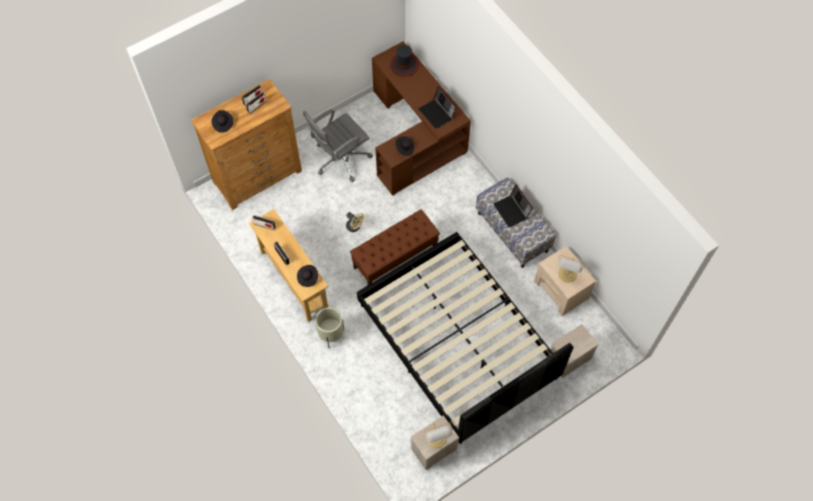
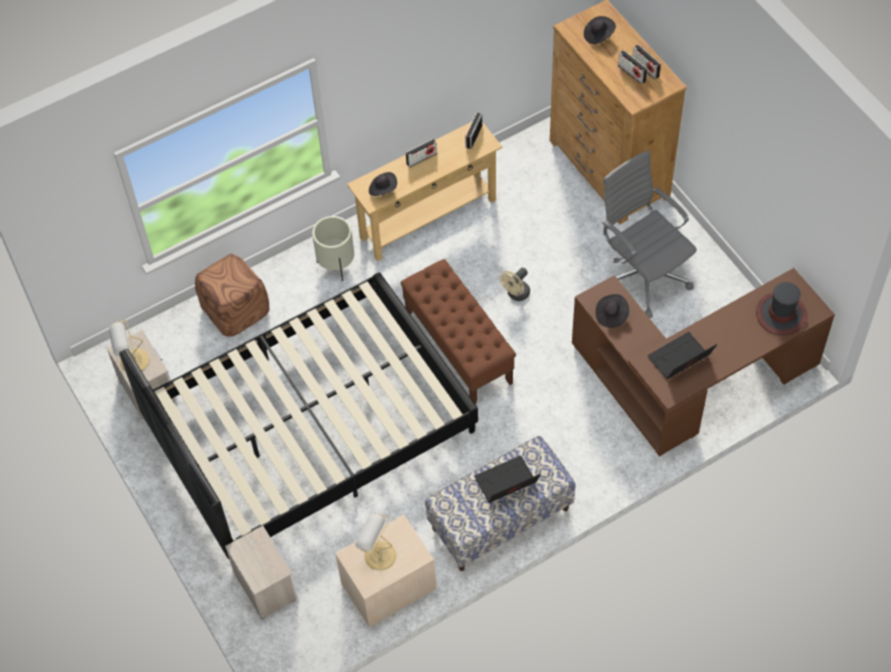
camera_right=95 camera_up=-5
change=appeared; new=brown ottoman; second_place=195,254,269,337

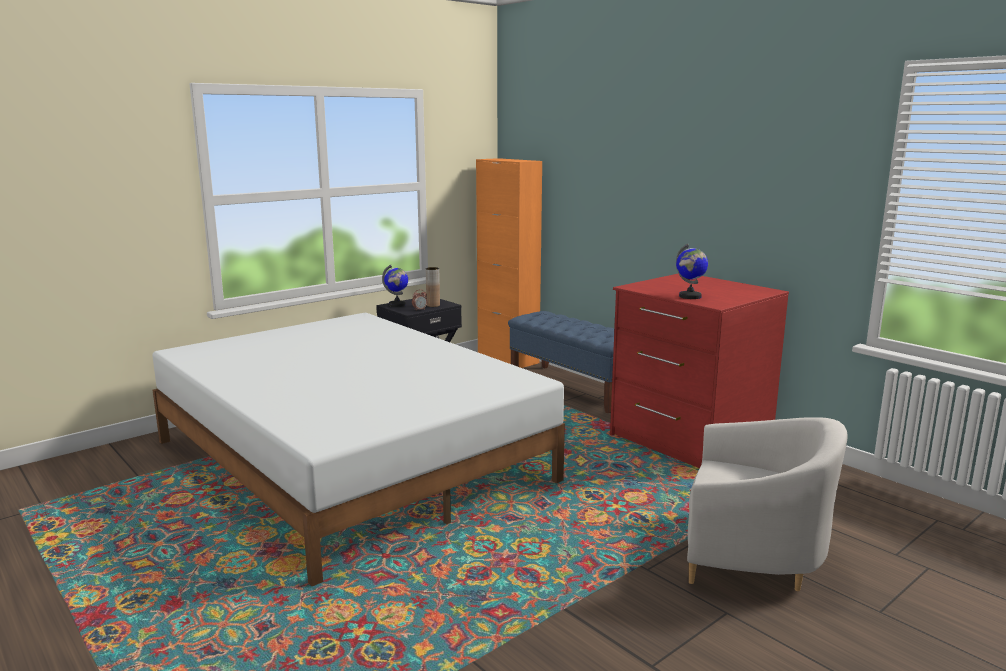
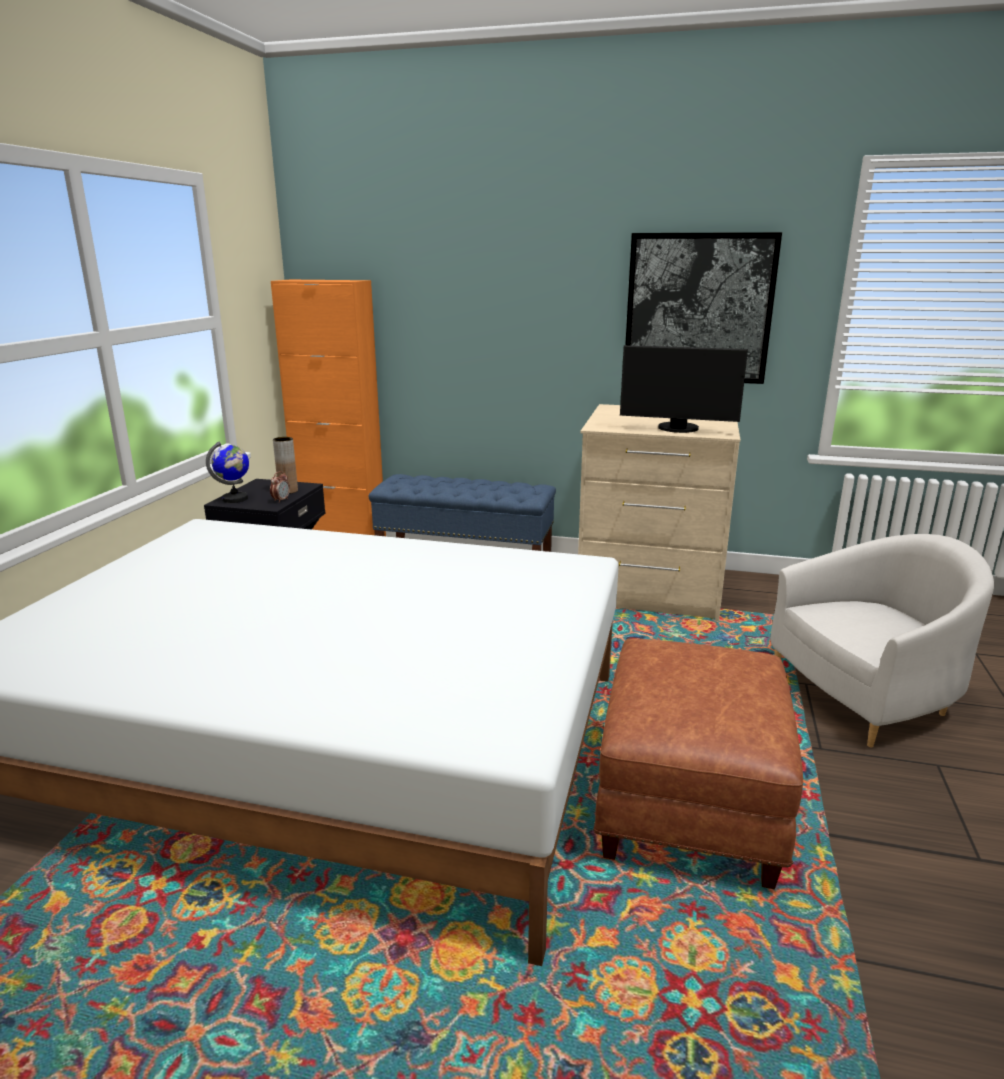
camera_right=-35 camera_up=5
change=colour; old=red dresser; new=beige dresser; first_place=610,274,789,468; second_place=578,404,740,621
change=exchanged; old=globe; new=monitor; first_place=676,244,708,299; second_place=620,345,748,433
change=appeared; new=brown ottoman; second_place=593,638,803,889
change=appeared; new=picture; second_place=625,232,782,384

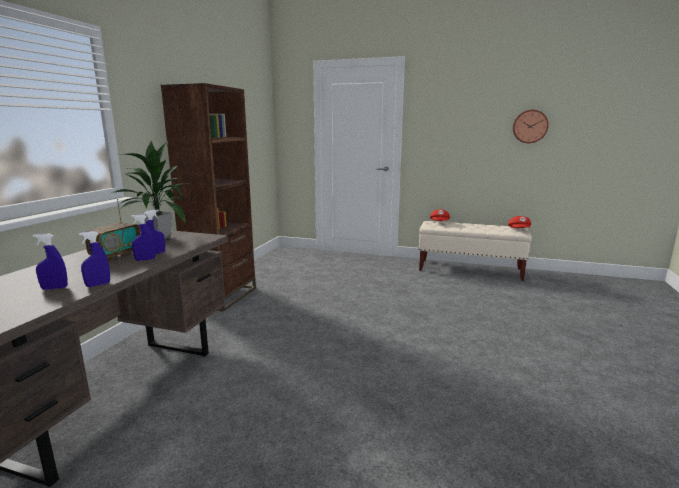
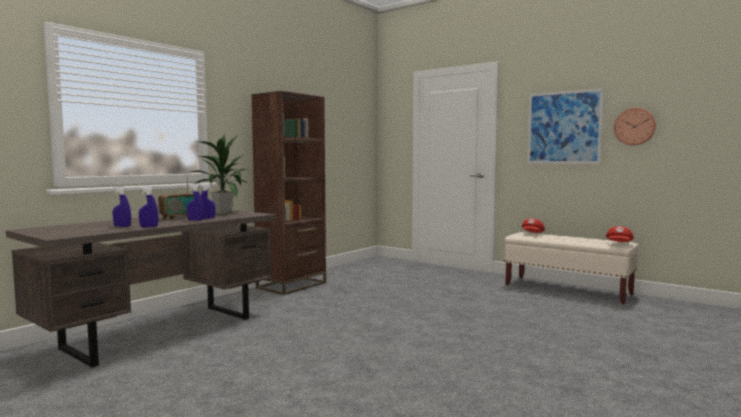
camera_right=20 camera_up=-10
change=appeared; new=picture; second_place=527,88,604,164

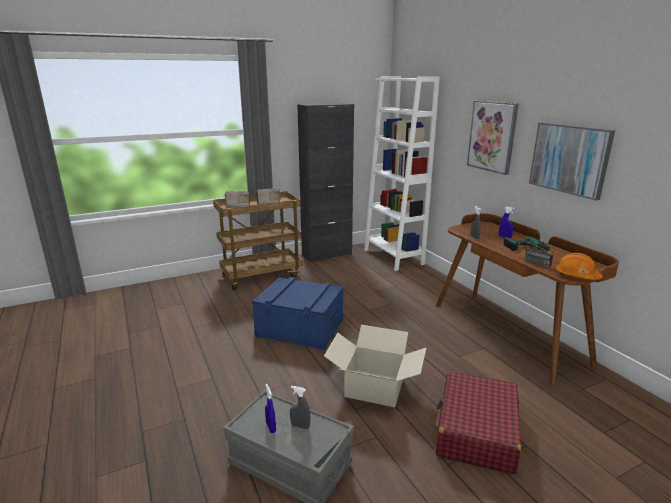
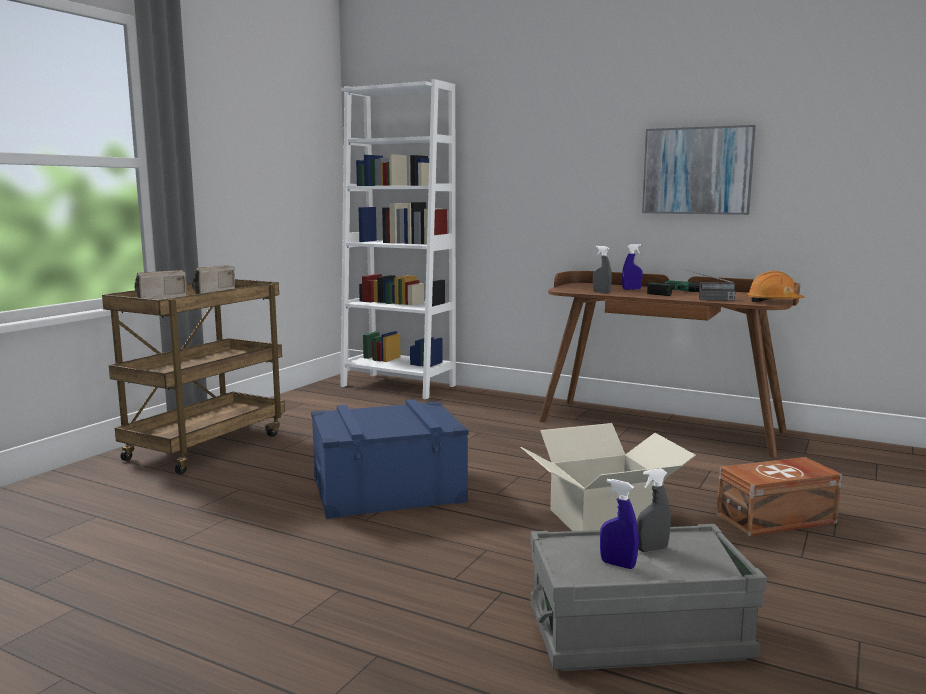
camera_right=-35 camera_up=-10
change=missing; old=black cabinet; first_place=297,103,354,262
change=exchanged; old=red suitcase; new=brown storage box; first_place=435,371,521,475; second_place=716,457,842,536
change=missing; old=picture; first_place=467,100,519,175

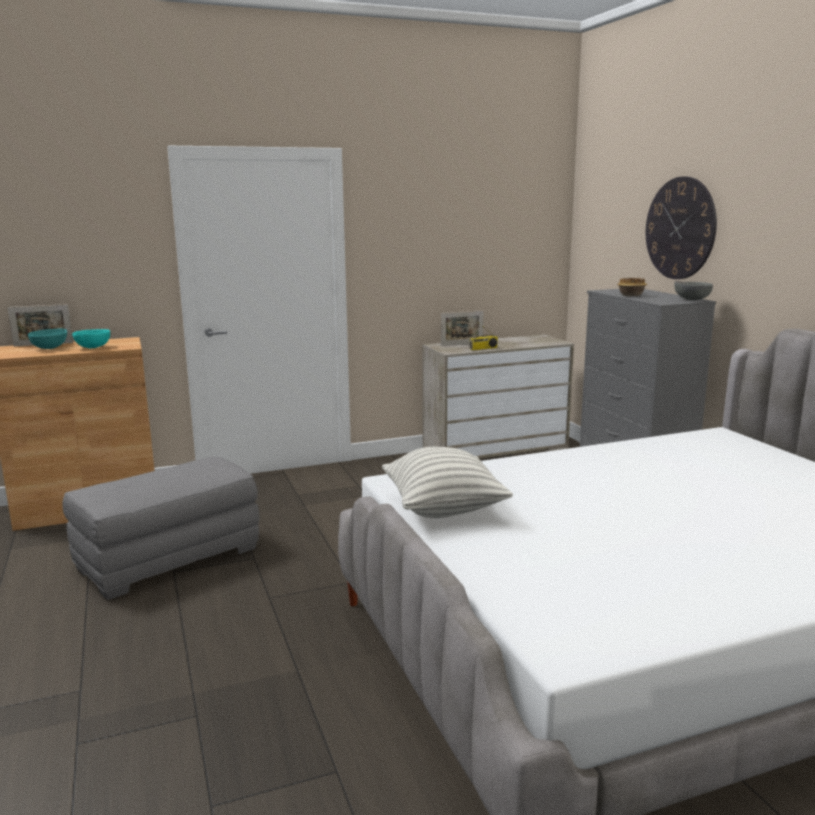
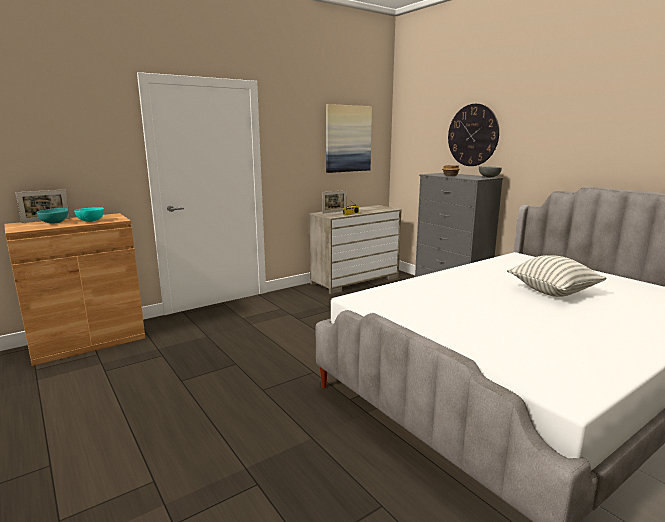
camera_right=-15 camera_up=0
change=missing; old=grey ottoman; first_place=62,457,260,600
change=relocated; old=pillow; first_place=382,447,513,518; second_place=507,255,607,297
change=appeared; new=picture; second_place=326,104,372,173

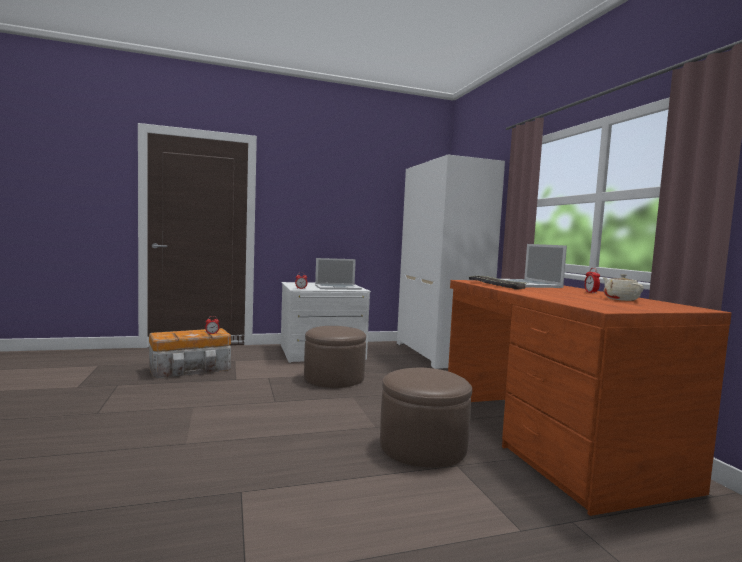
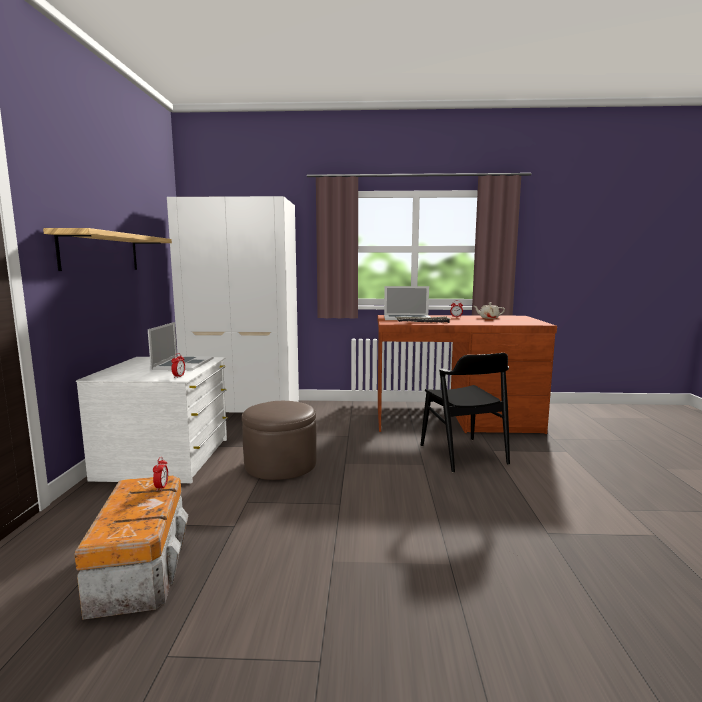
camera_right=-70 camera_up=5
change=exchanged; old=brown ottoman; new=black chair; first_place=380,368,472,468; second_place=421,353,510,473
change=appeared; new=shelf; second_place=43,228,172,271

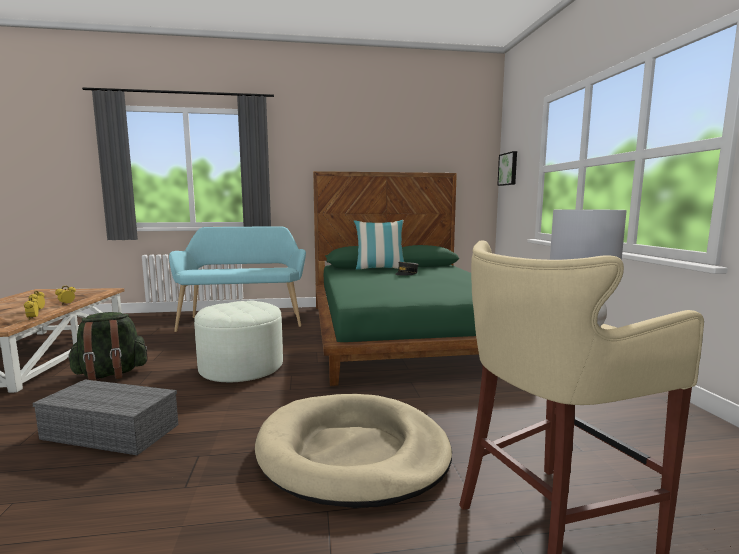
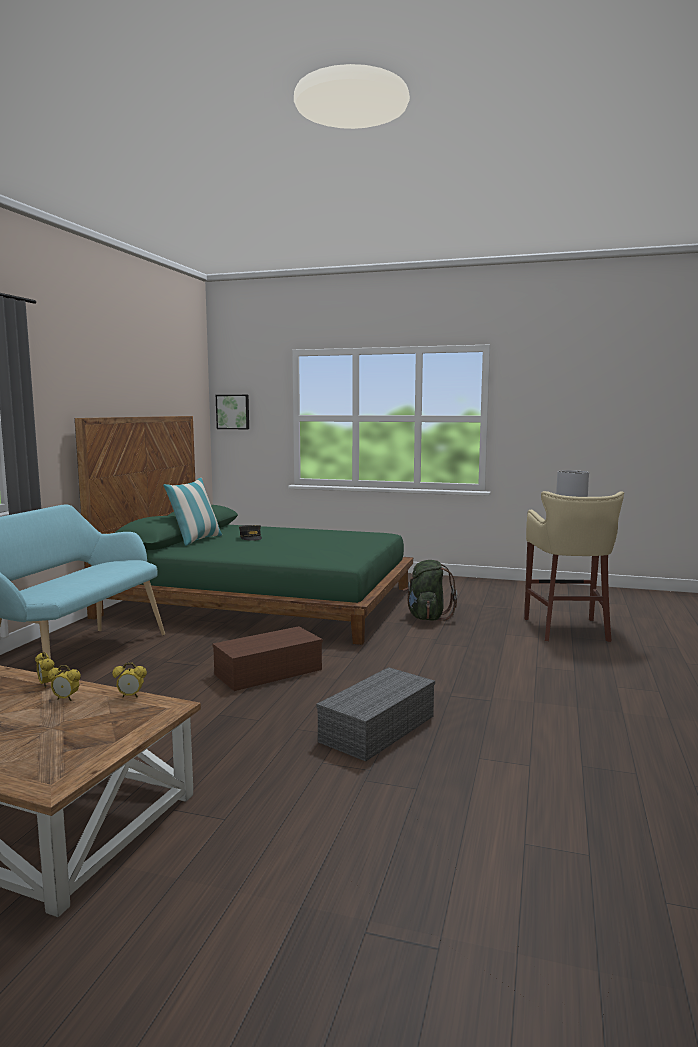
camera_right=-65 camera_up=0
change=relocated; old=green backpack; first_place=67,312,148,381; second_place=403,560,457,621
change=exchanged; old=white ottoman; new=brown storage box; first_place=194,300,283,383; second_place=212,626,323,691
change=missing; old=beige dog bed; first_place=255,394,452,508

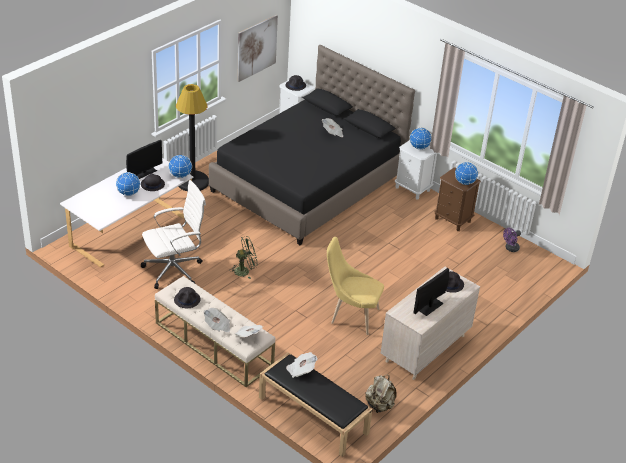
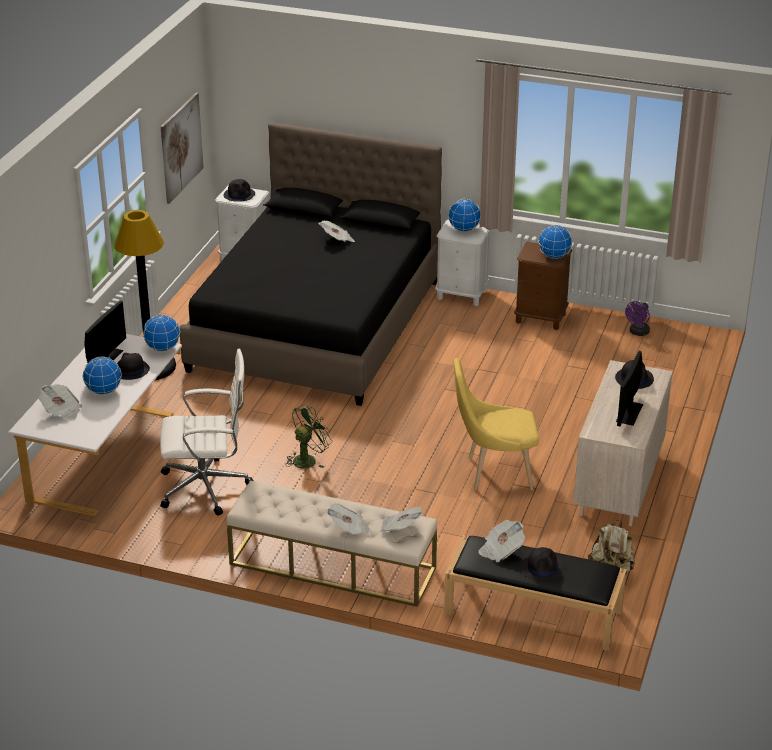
camera_right=-20 camera_up=-5
change=spun; old=white office chair; first_place=141,180,206,289; second_place=160,349,254,515; degrees=45
change=relocated; old=black hat; first_place=174,287,201,308; second_place=521,547,564,582
change=appeared; new=newspaper; second_place=39,384,82,421

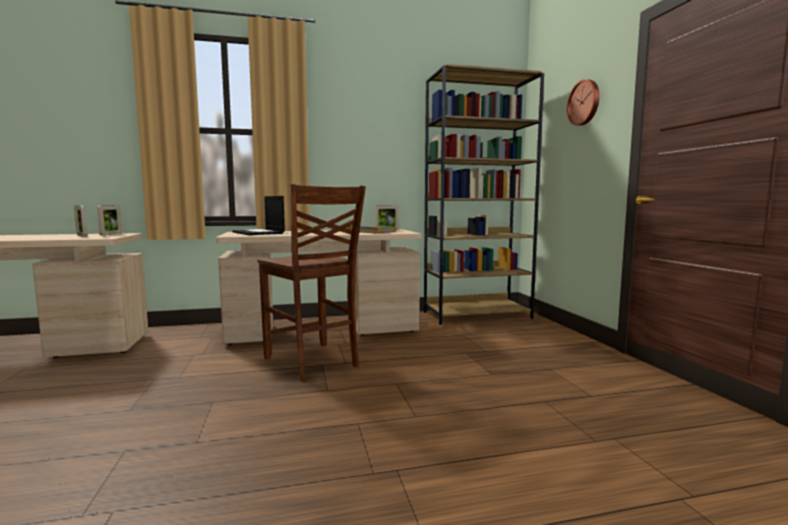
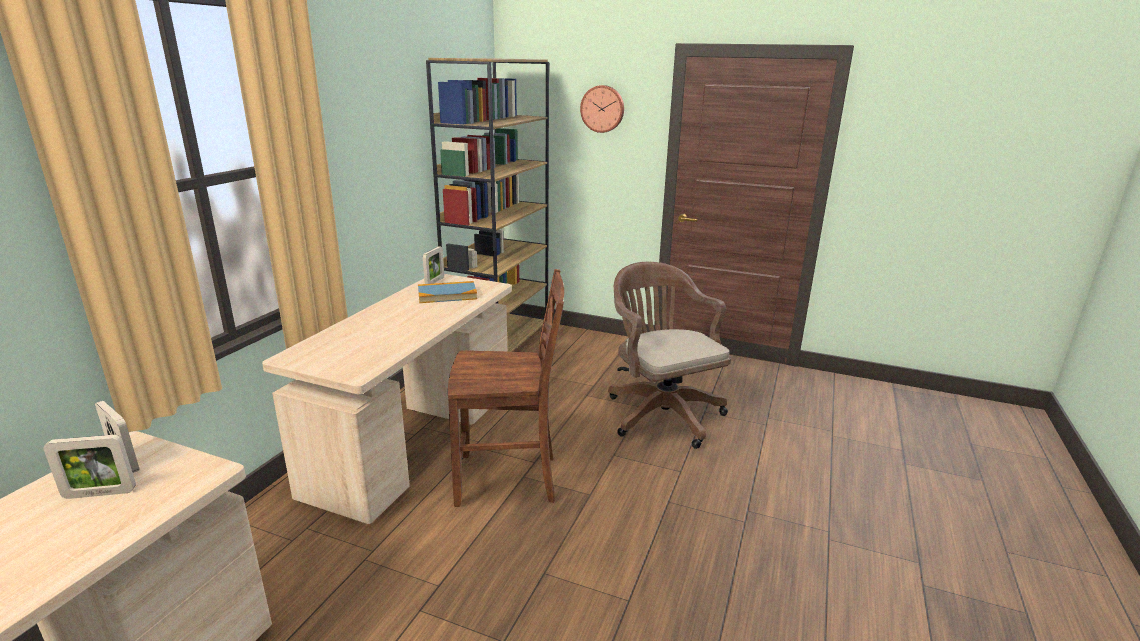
camera_right=-55 camera_up=15
change=missing; old=laptop; first_place=232,196,285,235
change=appeared; new=brown office chair; second_place=608,262,731,449

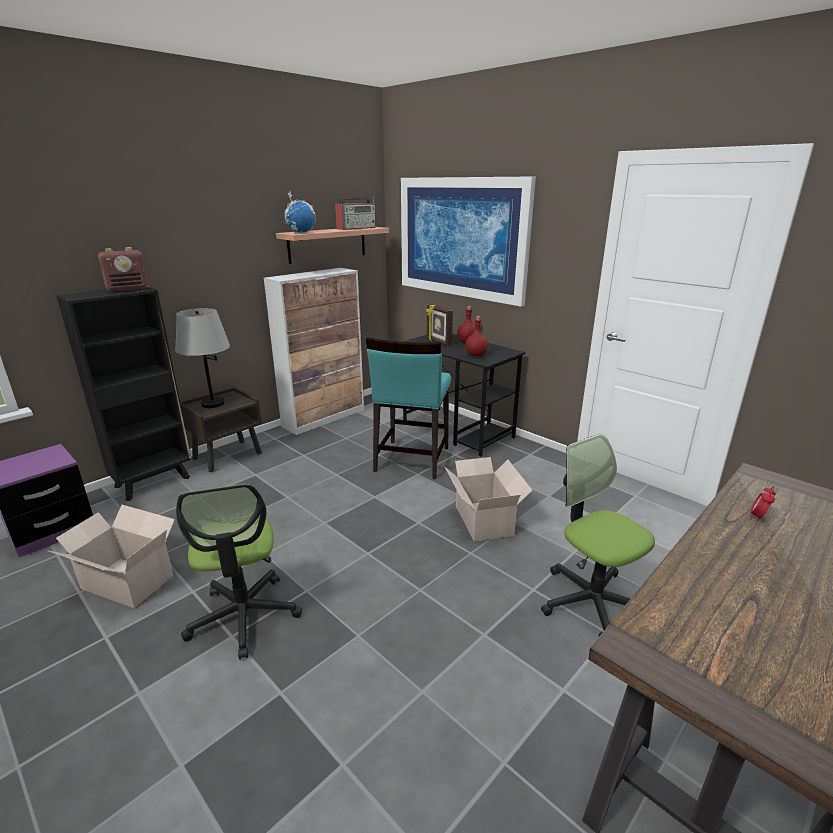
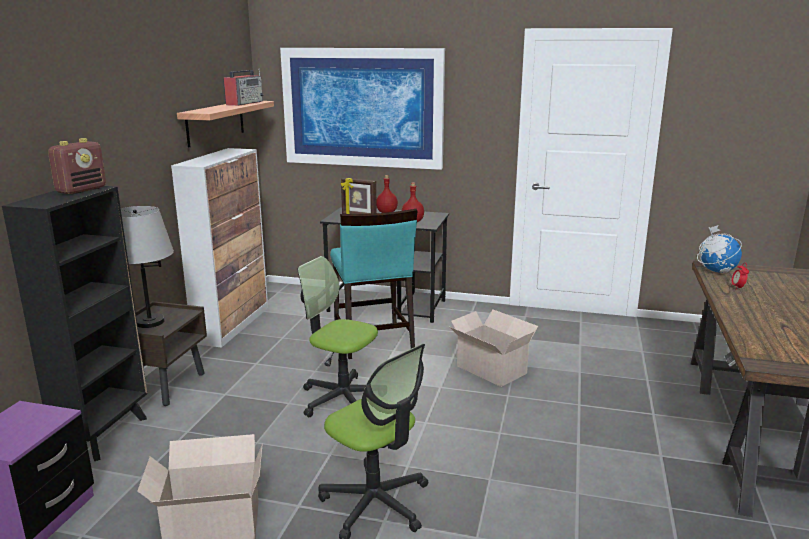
camera_right=-30 camera_up=-5
change=relocated; old=globe; first_place=283,191,316,233; second_place=697,225,742,273
change=relocated; old=office chair; first_place=541,434,655,636; second_place=298,256,378,417

